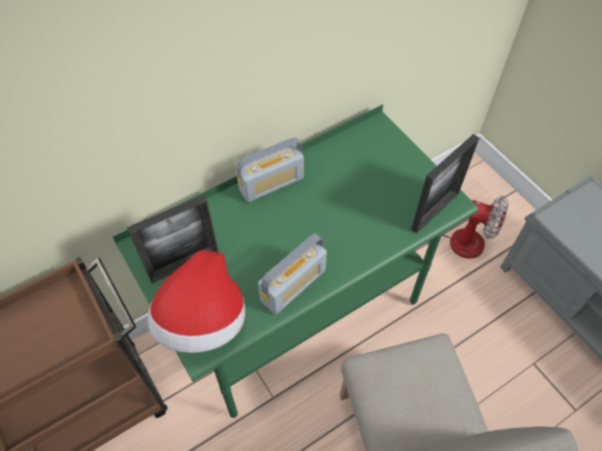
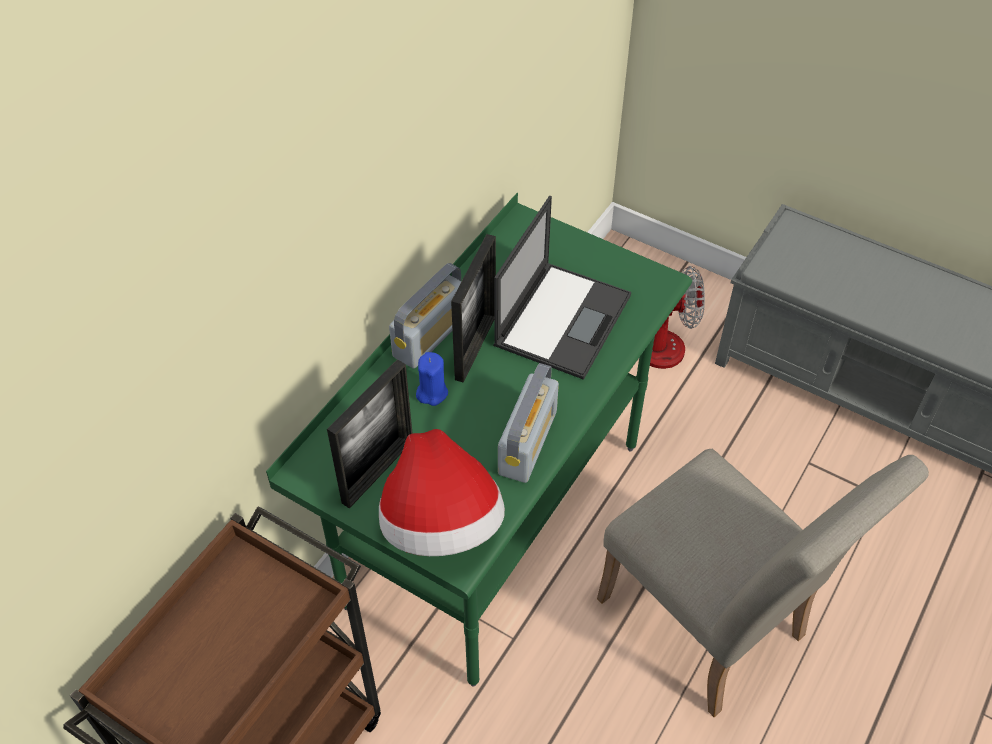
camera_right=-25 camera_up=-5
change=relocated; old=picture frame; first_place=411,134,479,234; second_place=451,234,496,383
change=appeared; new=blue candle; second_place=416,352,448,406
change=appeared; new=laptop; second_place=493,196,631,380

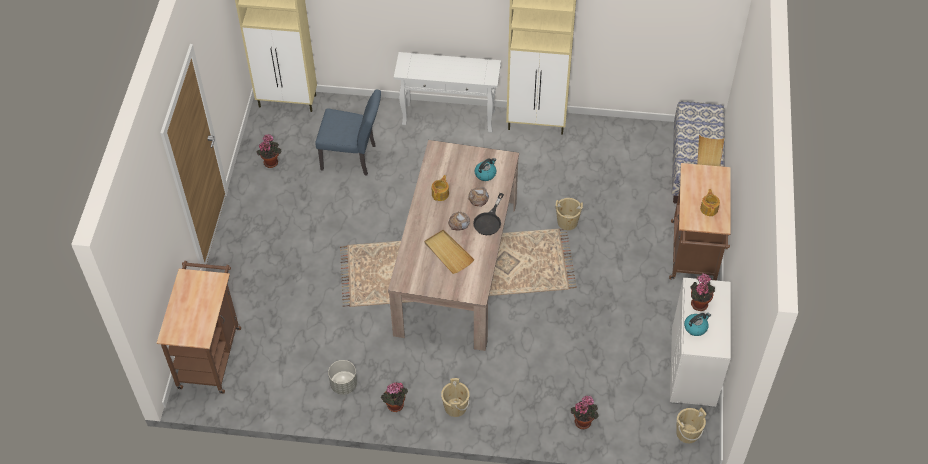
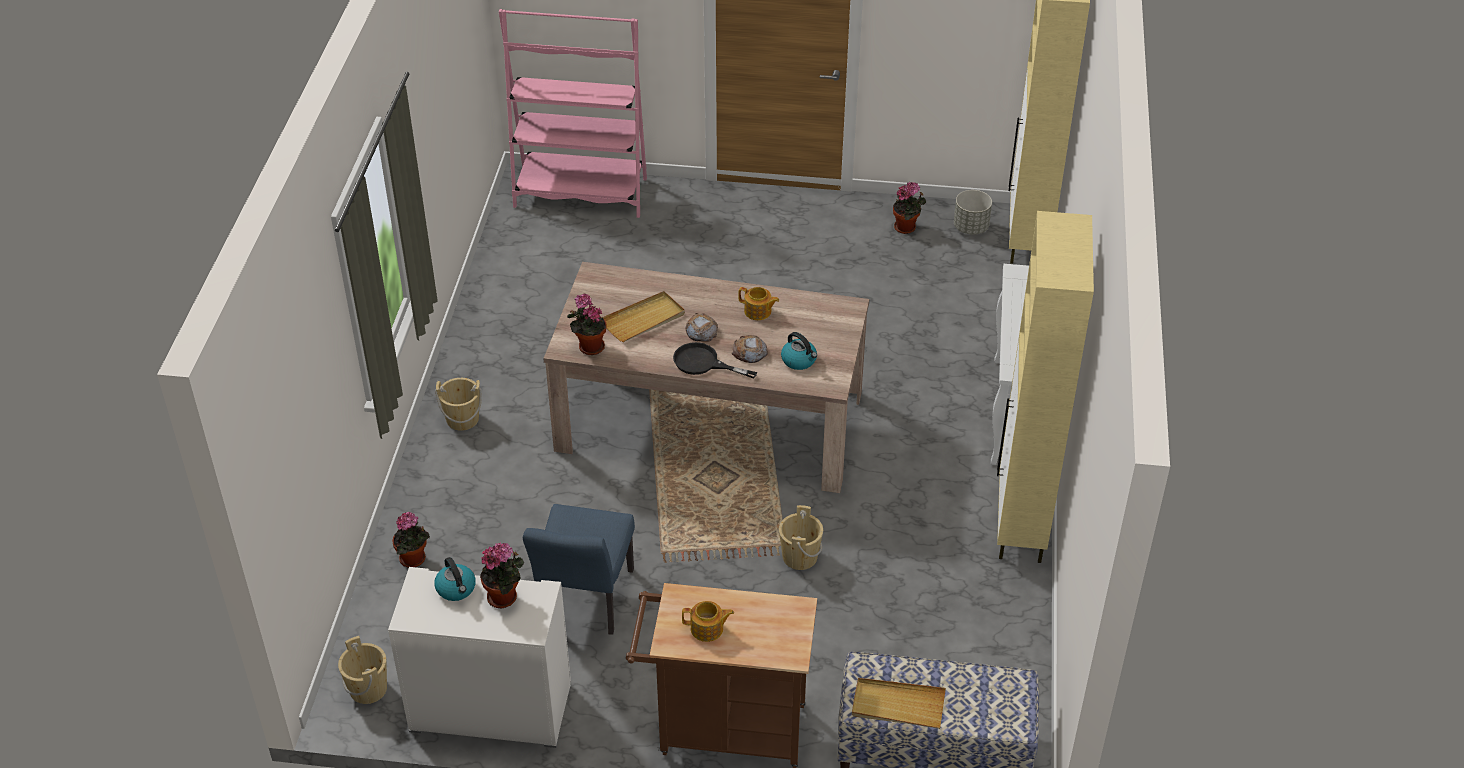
camera_right=90 camera_up=-10
change=exchanged; old=brown cart; new=pink bookcase; first_place=157,261,241,394; second_place=499,9,647,218
change=relocated; old=blue chair; first_place=315,90,381,176; second_place=523,504,635,635
change=relocated; old=grey planter; first_place=328,360,357,395; second_place=954,190,992,234
change=relocated; old=potted plant; first_place=381,382,408,412; second_place=567,294,607,355

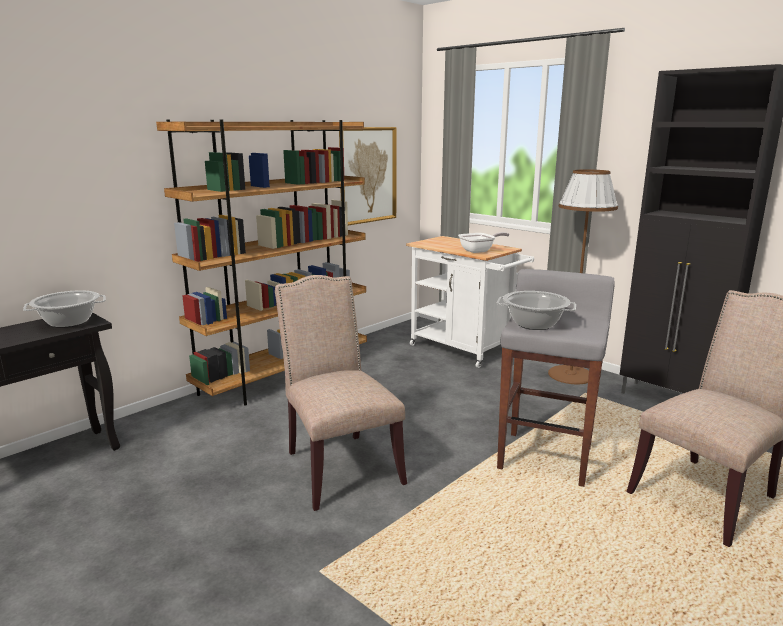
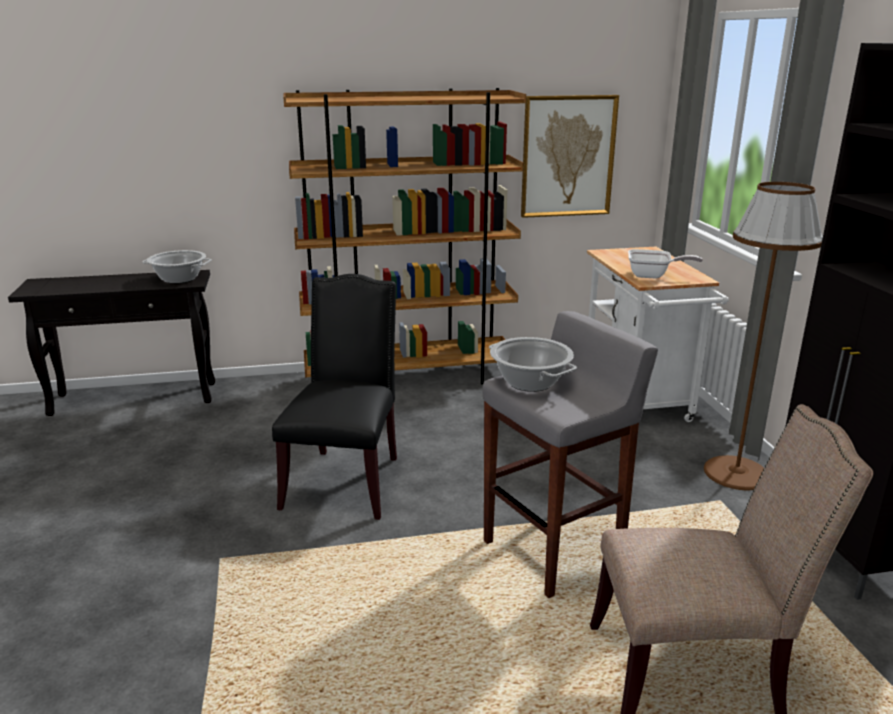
camera_right=35 camera_up=5
change=colour; old=beige chair; new=black chair; first_place=275,275,407,511; second_place=272,274,397,520

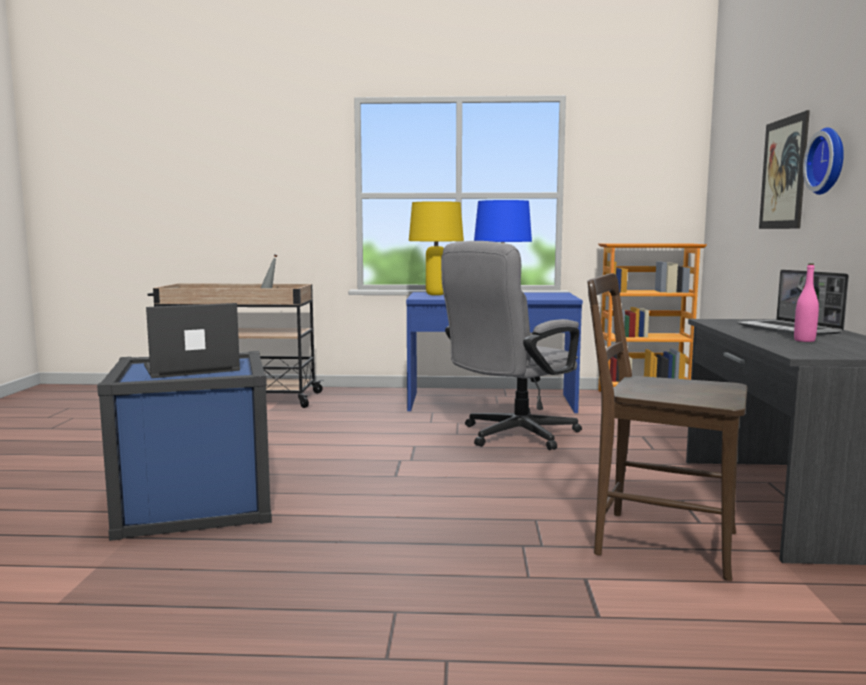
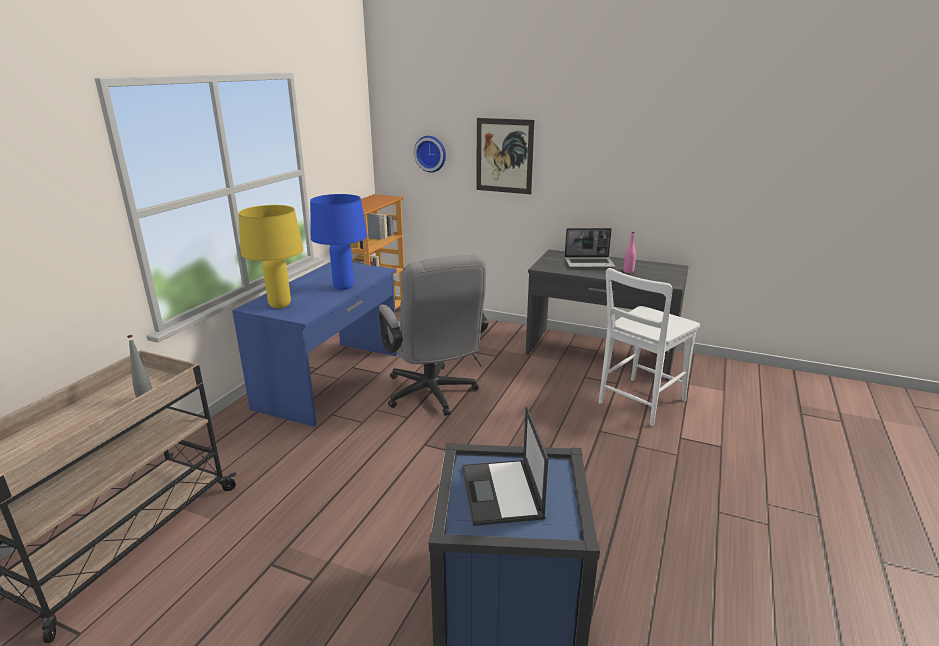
camera_right=-70 camera_up=15
change=colour; old=brown chair; new=white chair; first_place=587,273,747,581; second_place=599,268,700,426
change=relocated; old=wall clock; first_place=803,127,844,195; second_place=414,136,446,173

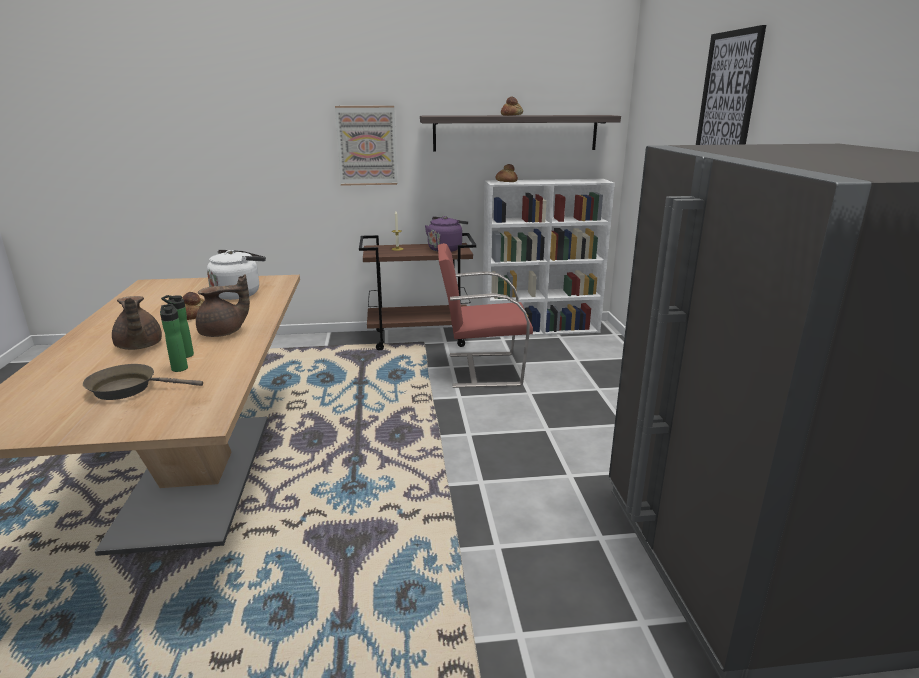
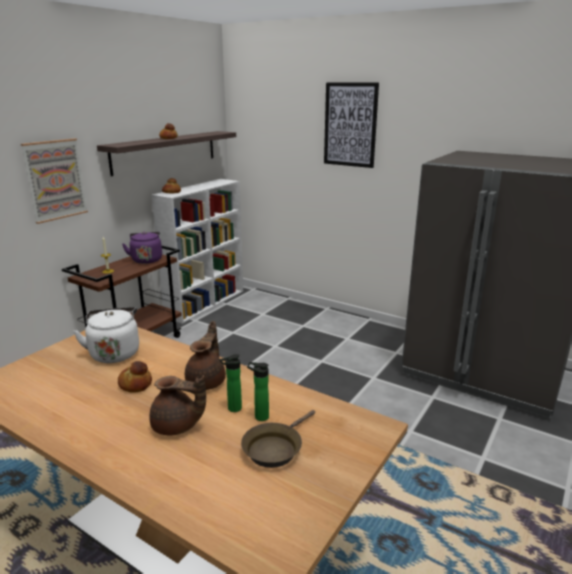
camera_right=-50 camera_up=0
change=missing; old=red chair; first_place=438,243,533,388

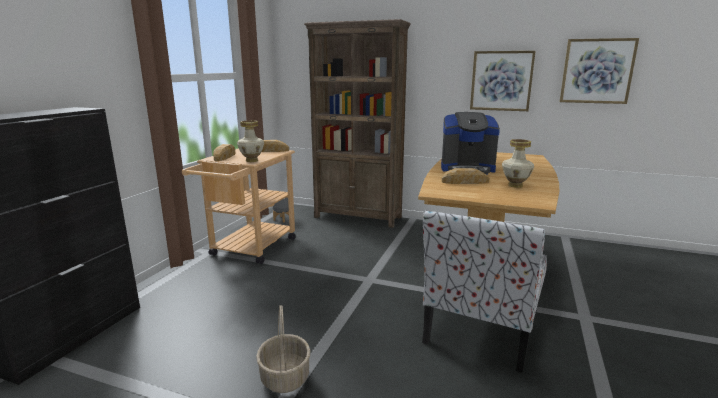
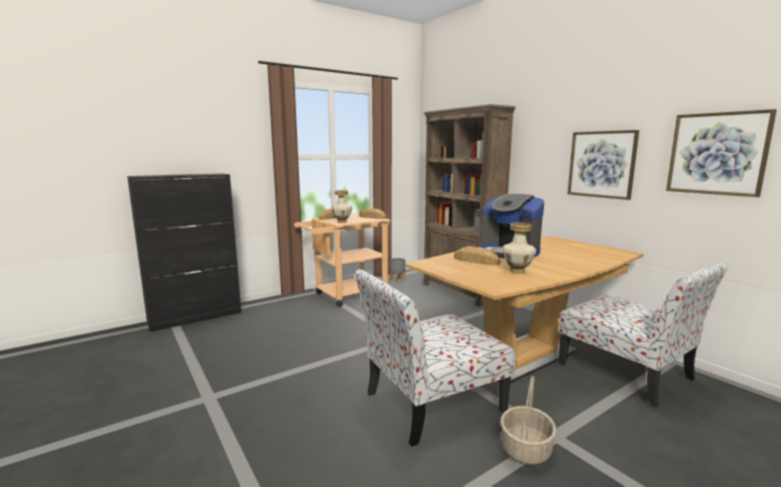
camera_right=35 camera_up=-5
change=relocated; old=basket; first_place=256,305,310,393; second_place=501,376,557,465
change=appeared; new=chair; second_place=558,262,728,407

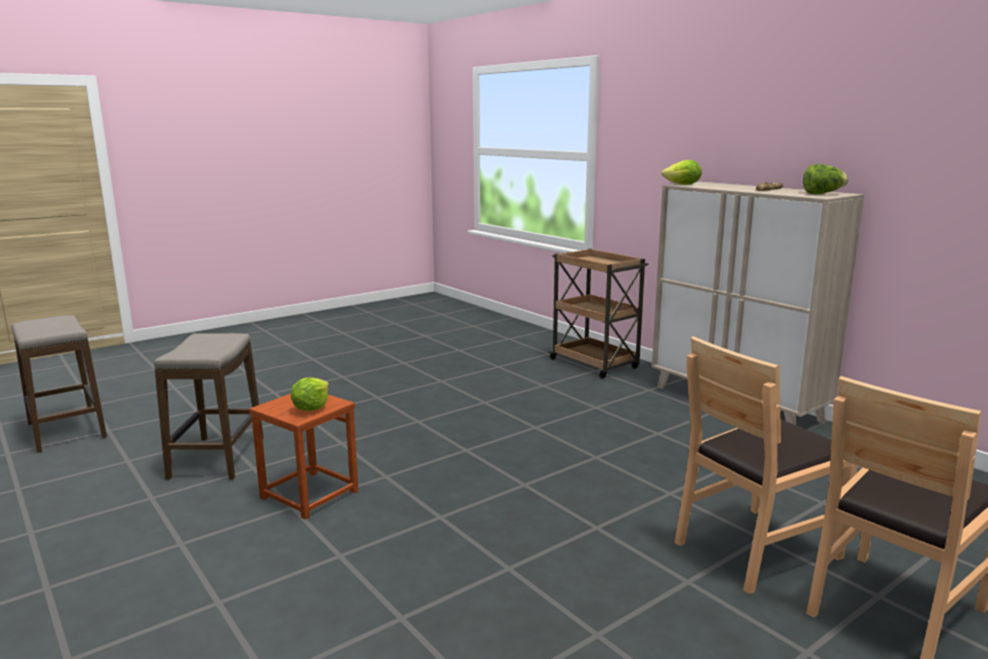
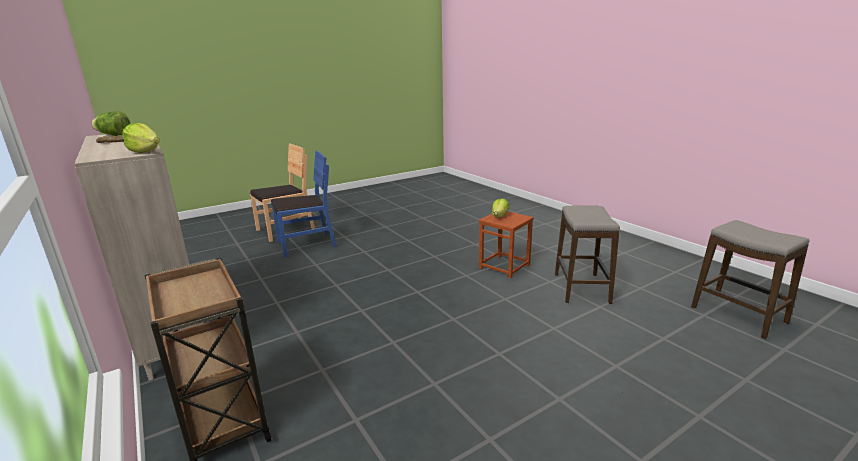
camera_right=-175 camera_up=5
change=colour; old=brown chair; new=blue chair; first_place=675,336,858,595; second_place=271,150,337,258

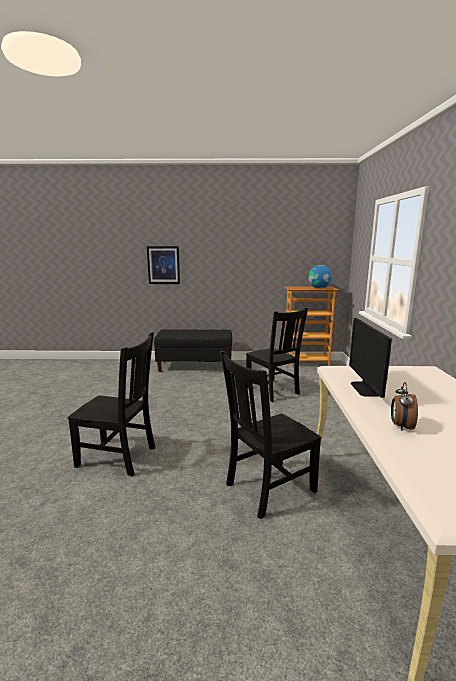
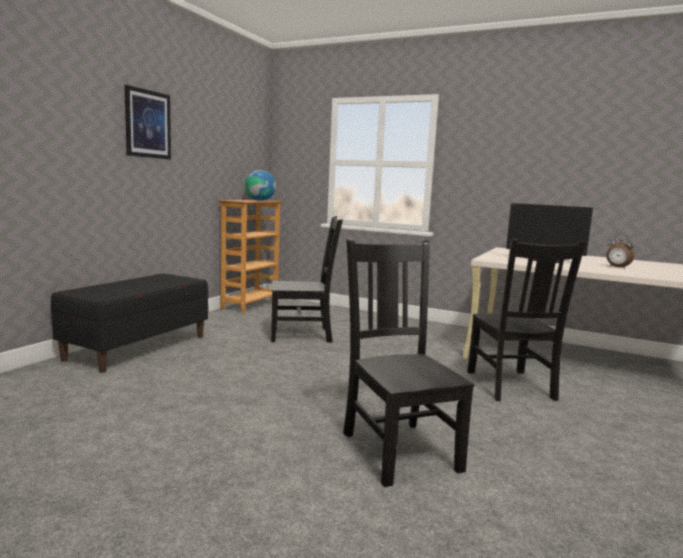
camera_right=-65 camera_up=-5
change=spun; old=black chair; first_place=68,332,156,477; second_place=343,239,474,487; degrees=-60
change=relocated; old=picture; first_place=147,246,180,284; second_place=125,85,171,159

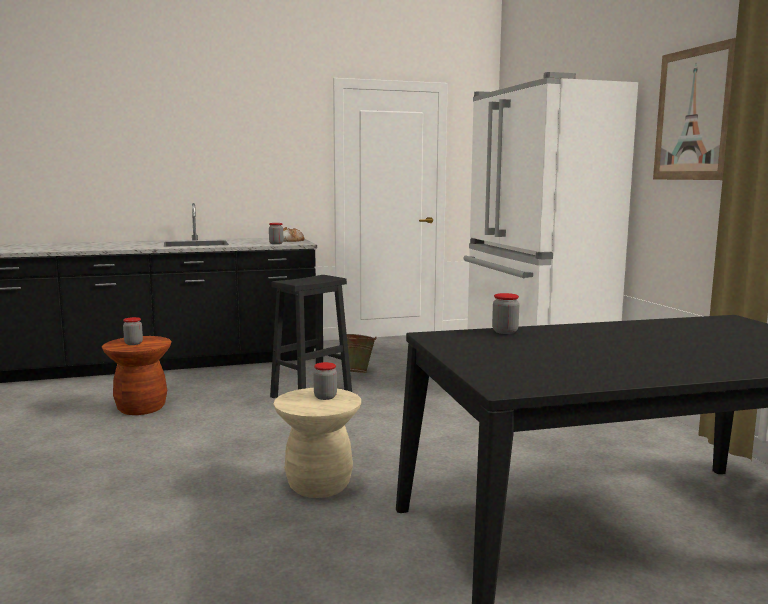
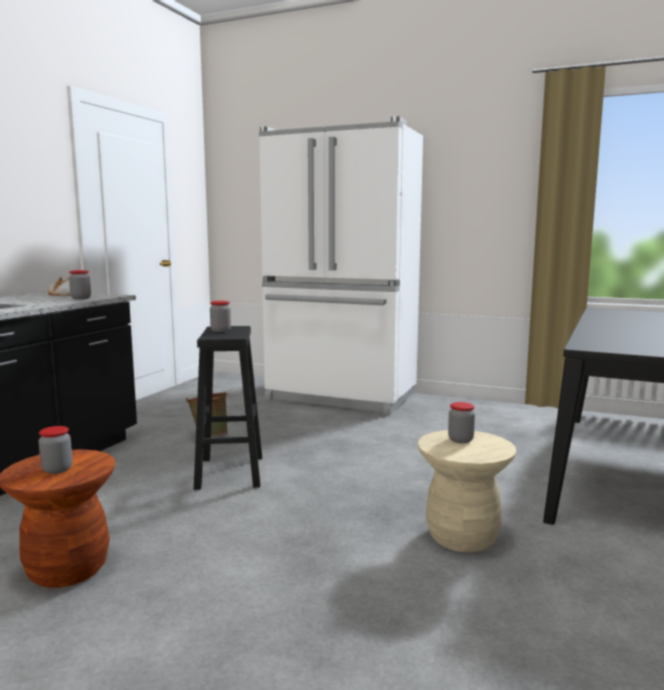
camera_right=-50 camera_up=0
change=relocated; old=jar; first_place=492,293,519,334; second_place=210,301,231,332
change=missing; old=picture; first_place=653,38,736,180

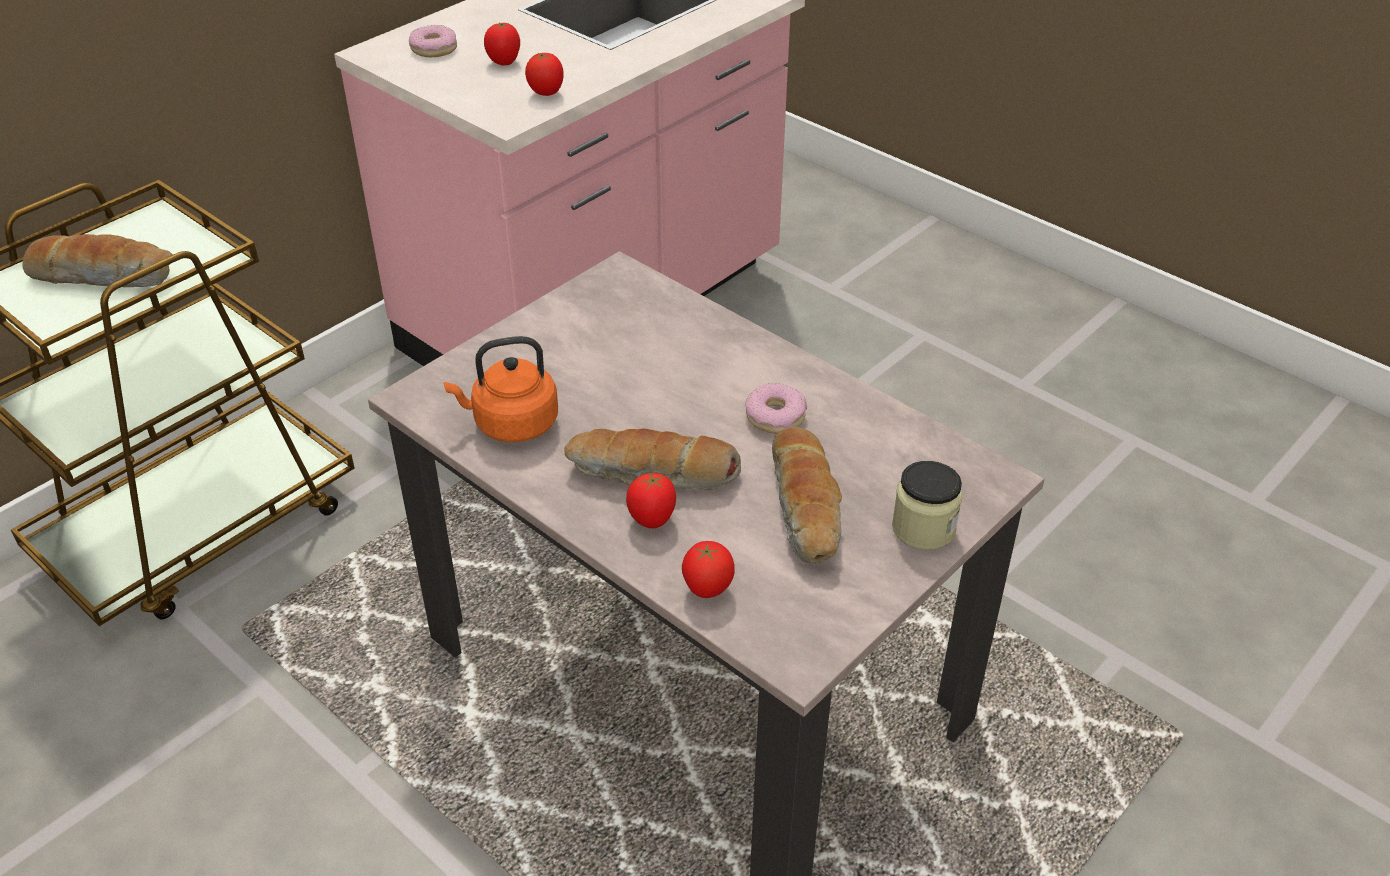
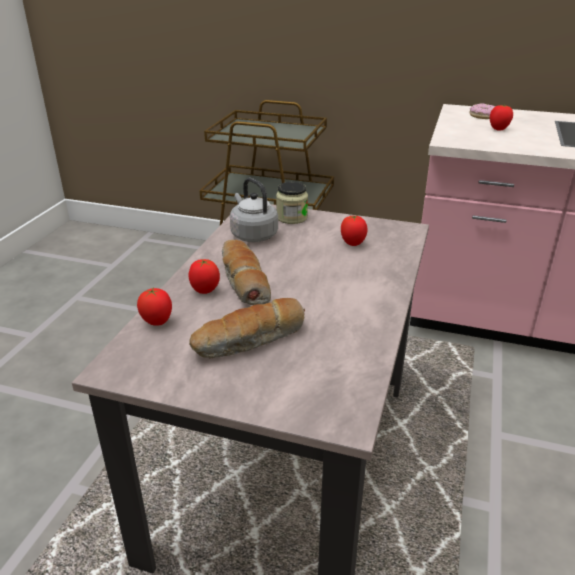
camera_right=65 camera_up=-10
change=missing; old=bread; first_place=22,234,173,287
change=colour; old=orange kettle; new=grey kettle; first_place=444,336,558,442; second_place=230,178,278,242
change=relocated; old=tomato; first_place=525,52,564,96; second_place=341,215,367,246
change=missing; old=donut; first_place=746,383,807,434
change=relocated; old=jar; first_place=892,461,963,550; second_place=276,181,308,224

